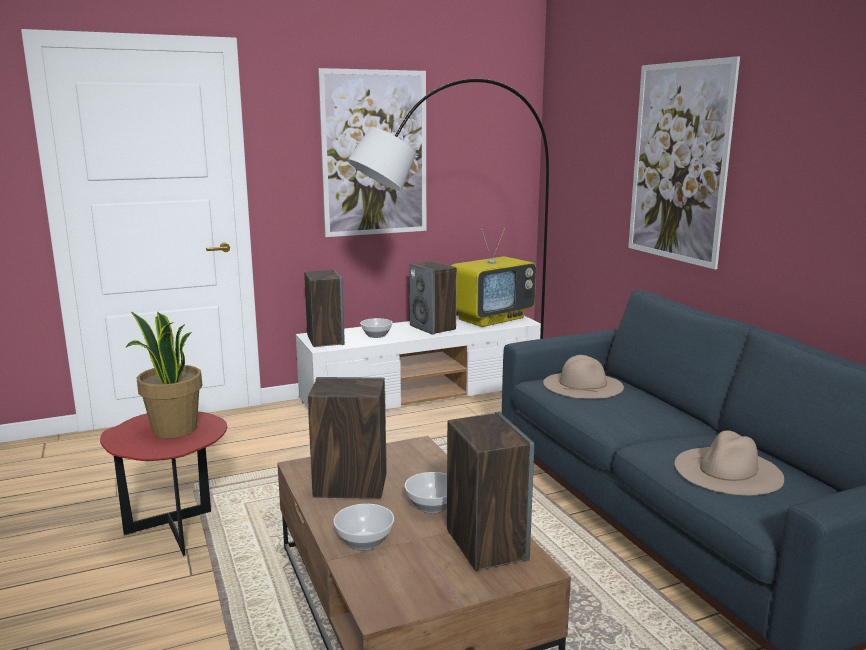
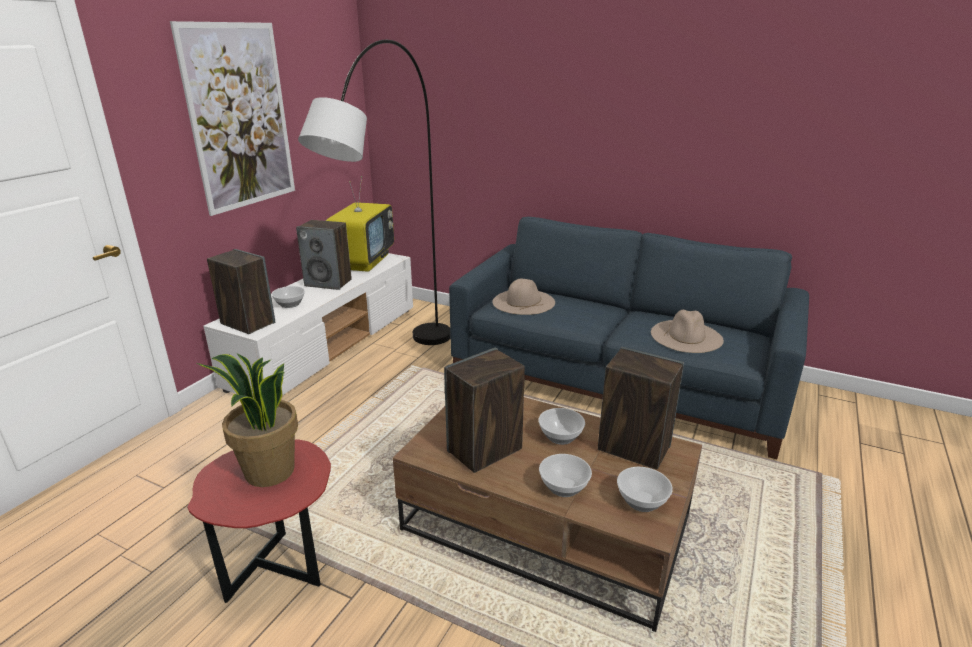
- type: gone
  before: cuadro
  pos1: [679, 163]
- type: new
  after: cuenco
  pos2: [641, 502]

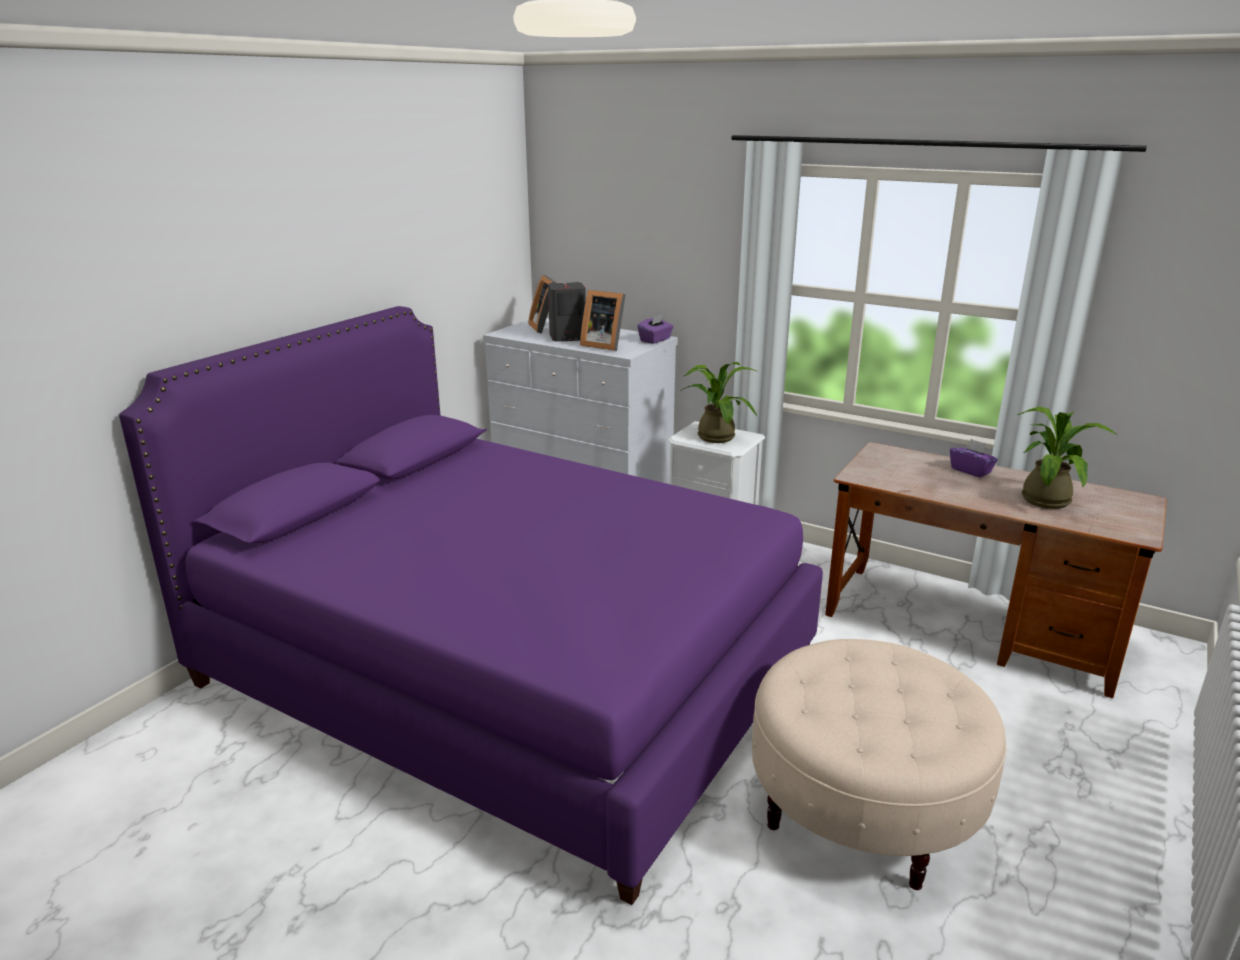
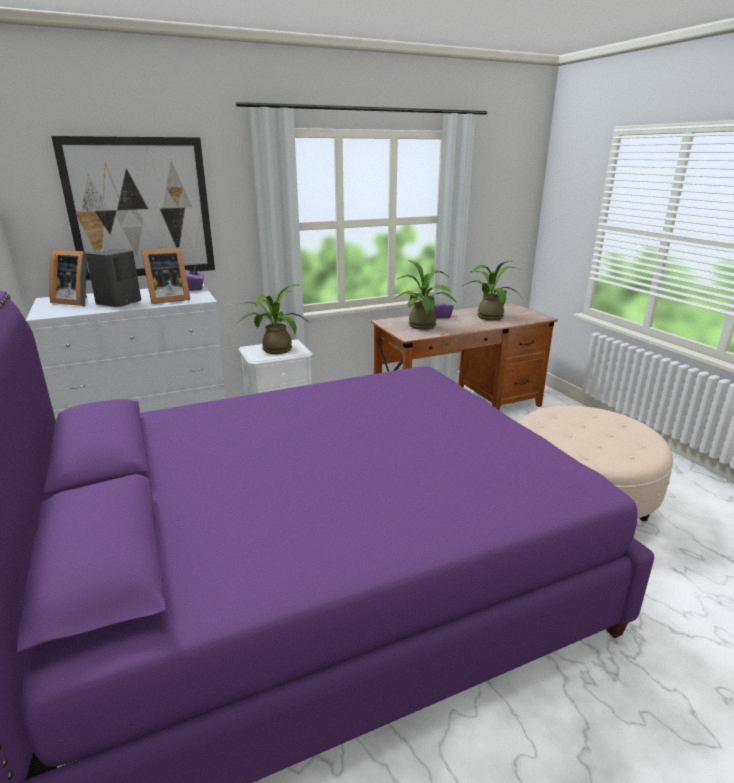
- type: new
  after: cuadro
  pos2: [140, 209]
- type: new
  after: planta en maceta
  pos2: [423, 327]

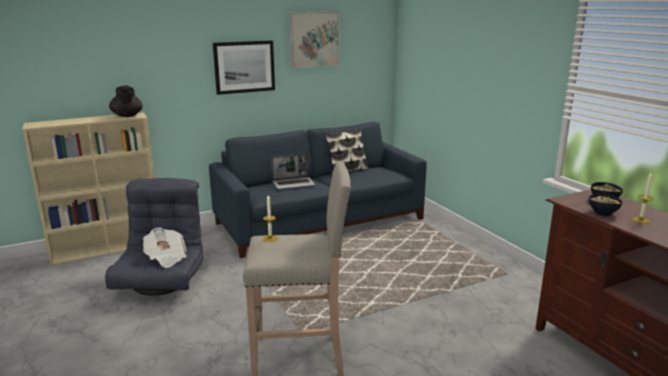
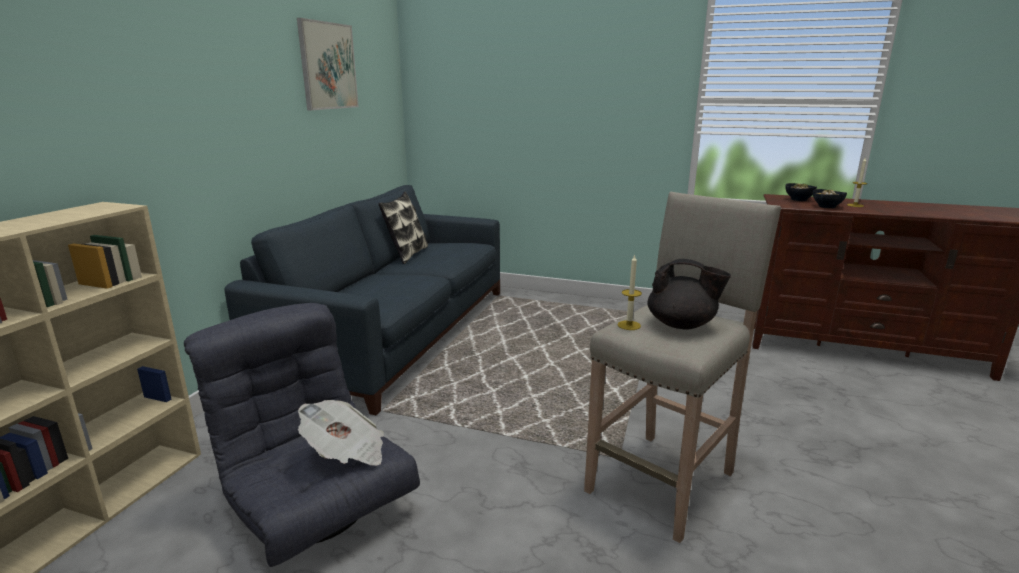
- type: shifted
  before: tetera [negro]
  pos1: [127, 116]
  pos2: [682, 325]
- type: gone
  before: cuadro
  pos1: [244, 67]
- type: gone
  before: portátil
  pos1: [294, 184]

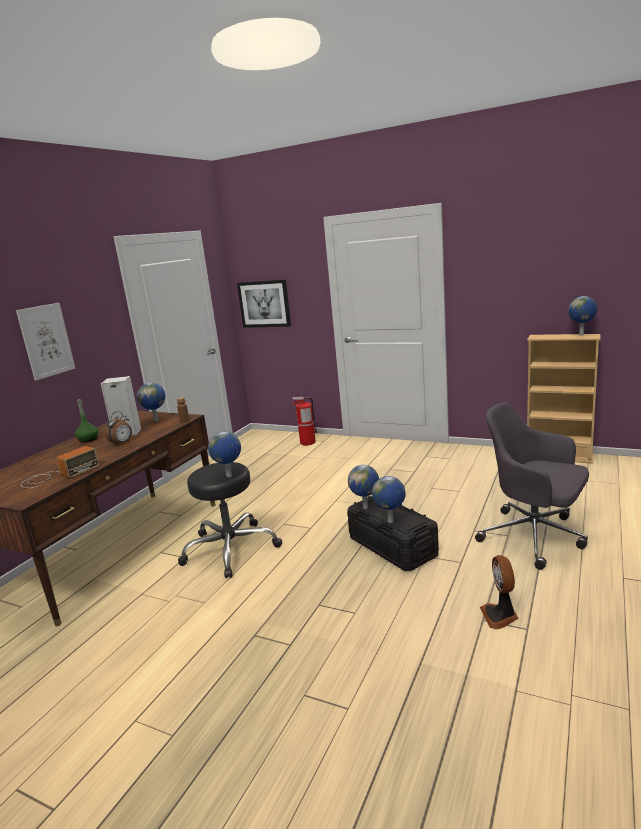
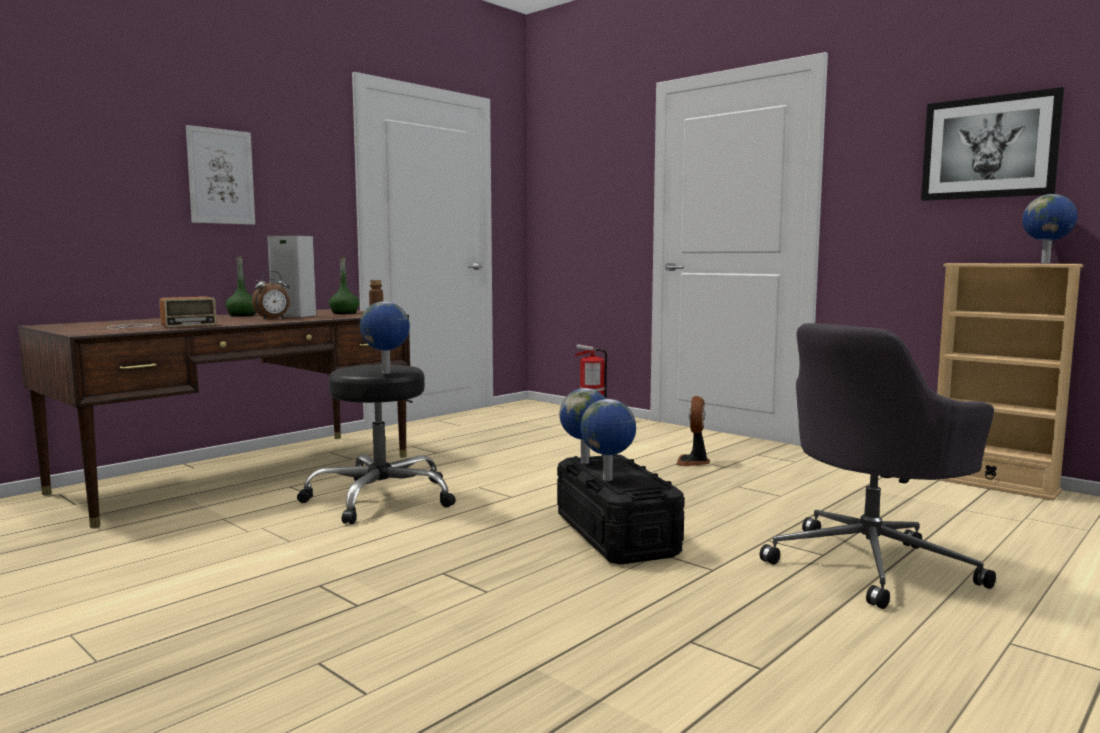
- type: swapped
  before: globo terráqueo
  after: botella [verde]
  pos1: [156, 420]
  pos2: [344, 313]
- type: shifted
  before: cuadro
  pos1: [264, 304]
  pos2: [989, 147]
- type: rotated
  before: silla de oficina [gris]
  pos1: [535, 537]
  pos2: [872, 564]
  turn: -90
- type: shifted
  before: ventilador
  pos1: [500, 616]
  pos2: [693, 462]

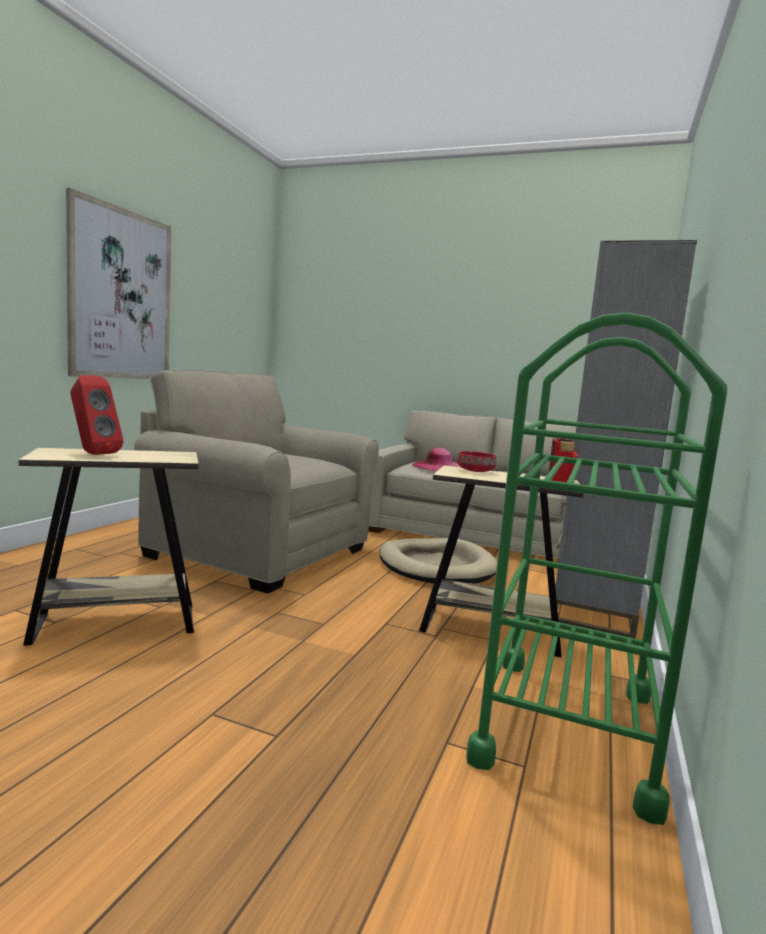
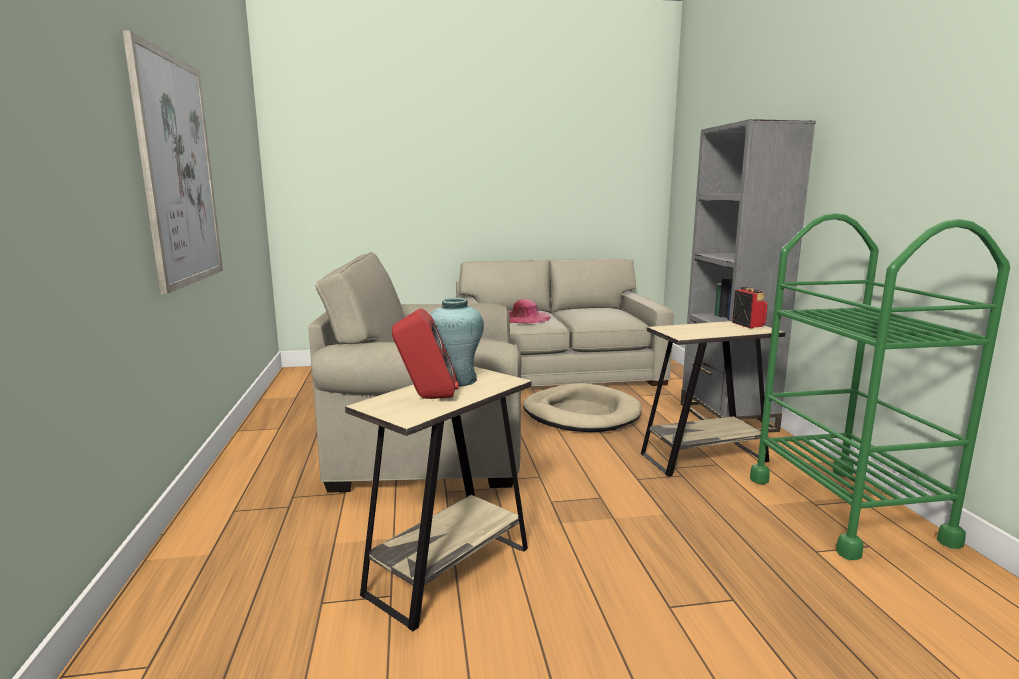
- type: gone
  before: cuenco [rojo]
  pos1: [475, 471]
- type: new
  after: florero [turquesa]
  pos2: [457, 380]

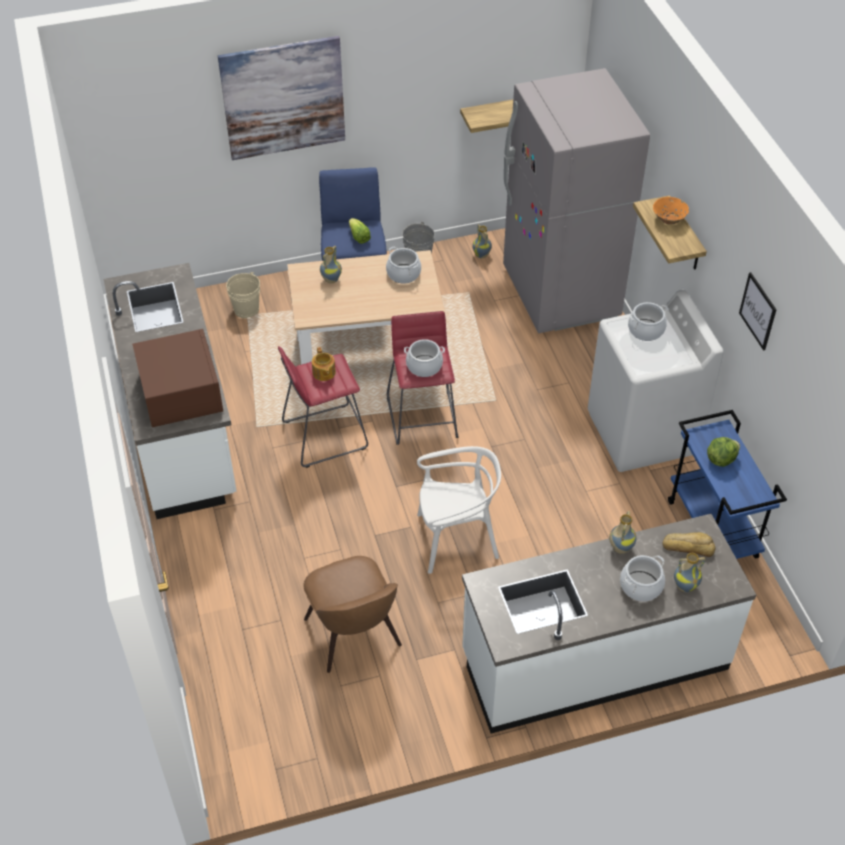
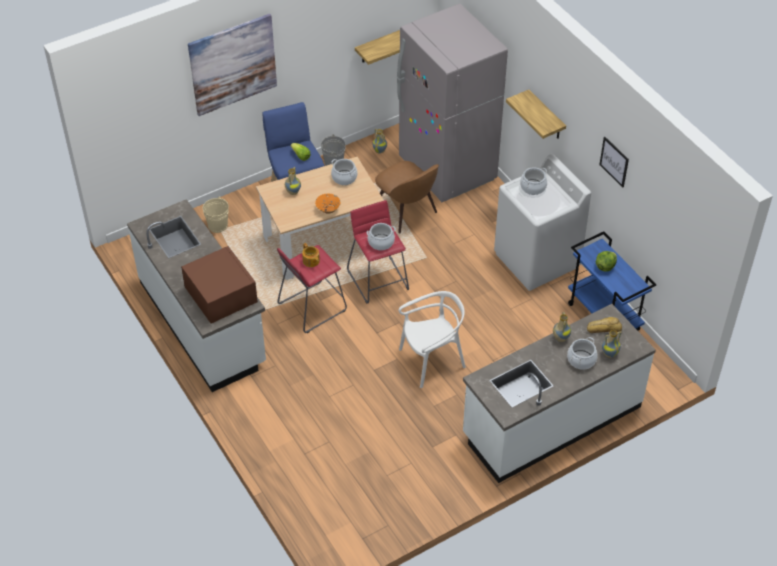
- type: shifted
  before: silla [marrón]
  pos1: [354, 635]
  pos2: [406, 212]
- type: shifted
  before: cuenco [naranja]
  pos1: [669, 219]
  pos2: [328, 209]

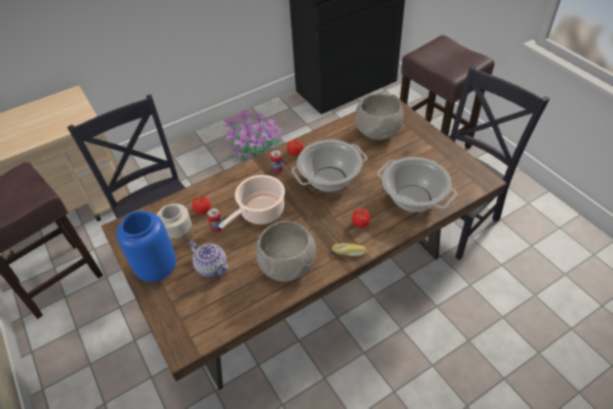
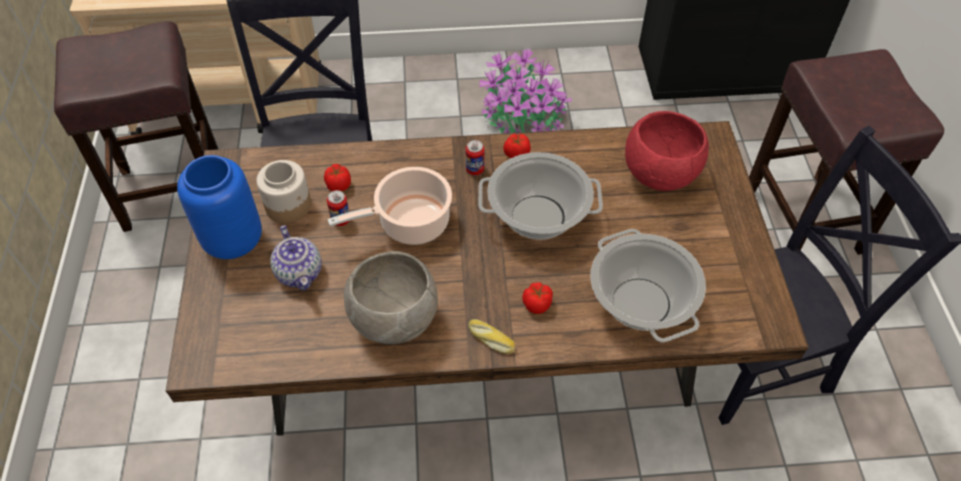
- type: repainted
  before: cuenco [gris]
  after: cuenco [rojo]
  pos1: [378, 132]
  pos2: [660, 175]

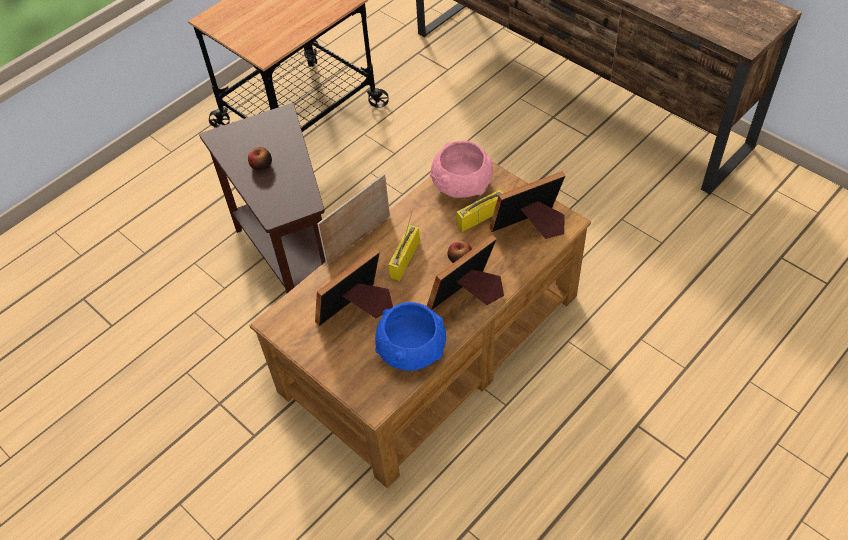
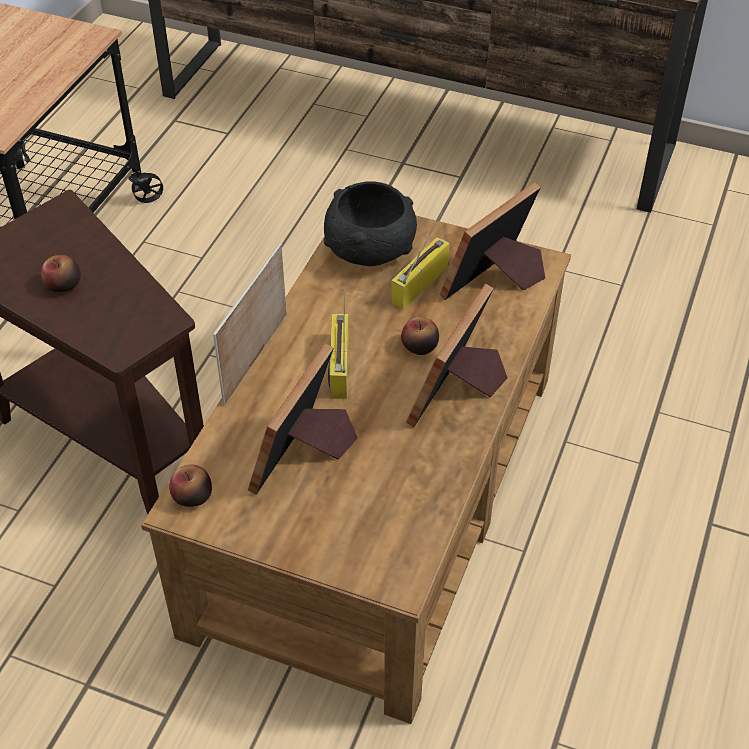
- type: gone
  before: cuenco [azul]
  pos1: [411, 349]
- type: repainted
  before: cuenco [rosa]
  after: cuenco [negro]
  pos1: [462, 184]
  pos2: [370, 248]
- type: new
  after: manzana
  pos2: [192, 496]

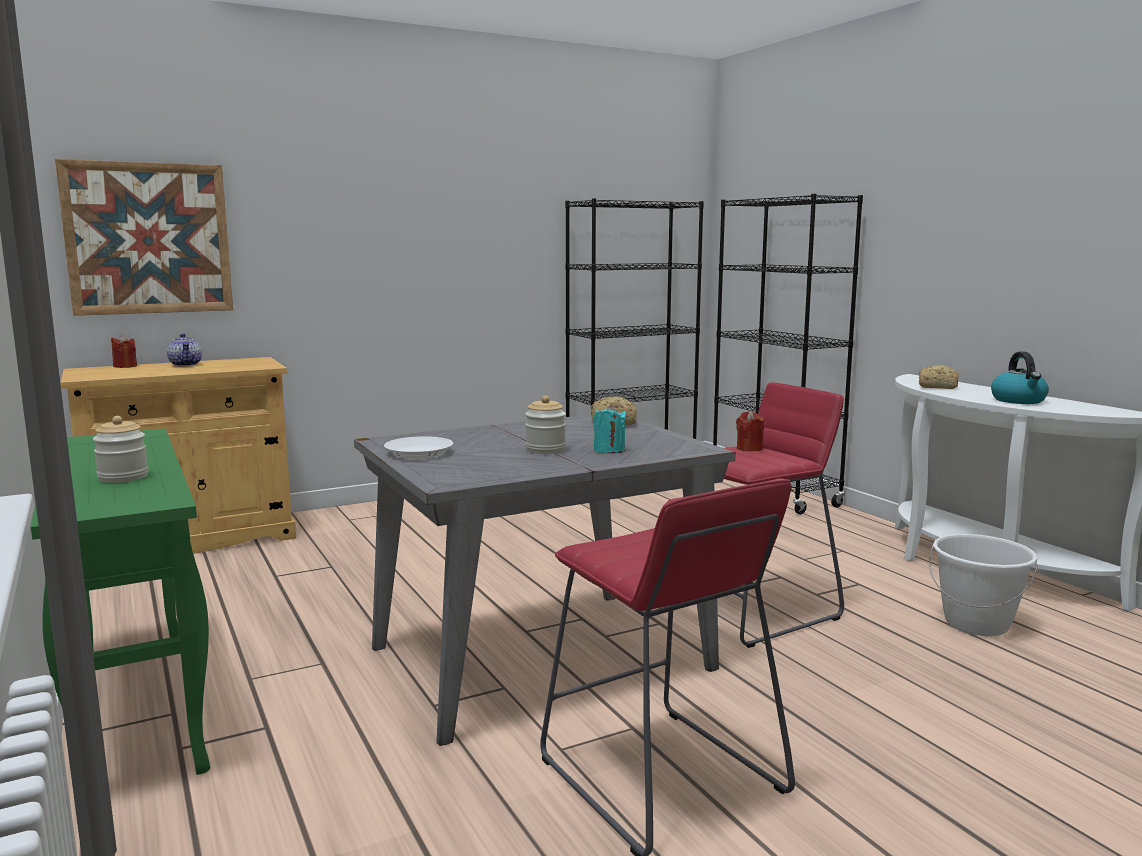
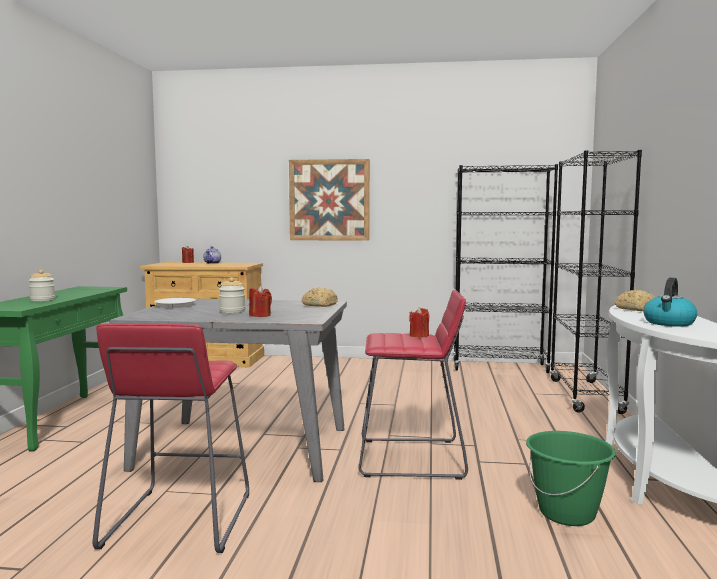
- type: shifted
  before: cuadro
  pos1: [148, 238]
  pos2: [329, 200]
- type: repainted
  before: vela [turquesa]
  after: vela [rojo]
  pos1: [609, 450]
  pos2: [260, 315]
- type: repainted
  before: cubo [blanco]
  after: cubo [verde]
  pos1: [976, 624]
  pos2: [567, 513]

